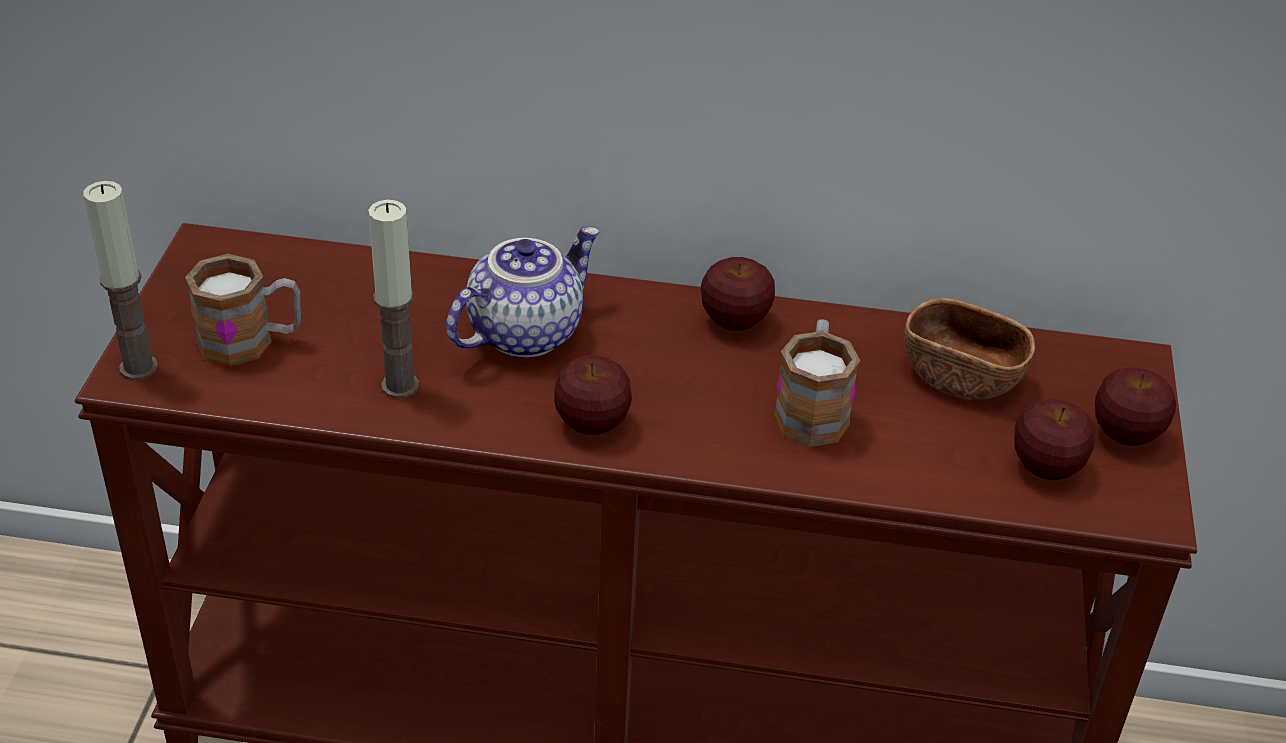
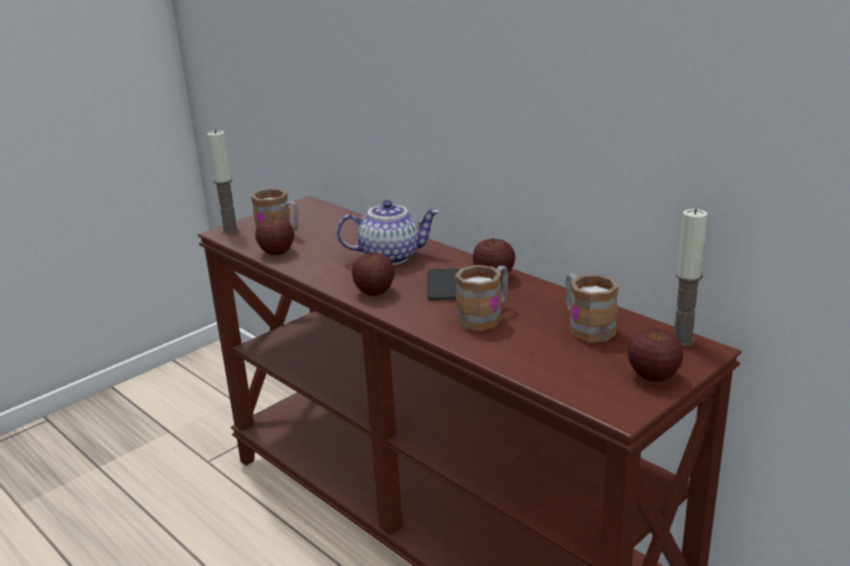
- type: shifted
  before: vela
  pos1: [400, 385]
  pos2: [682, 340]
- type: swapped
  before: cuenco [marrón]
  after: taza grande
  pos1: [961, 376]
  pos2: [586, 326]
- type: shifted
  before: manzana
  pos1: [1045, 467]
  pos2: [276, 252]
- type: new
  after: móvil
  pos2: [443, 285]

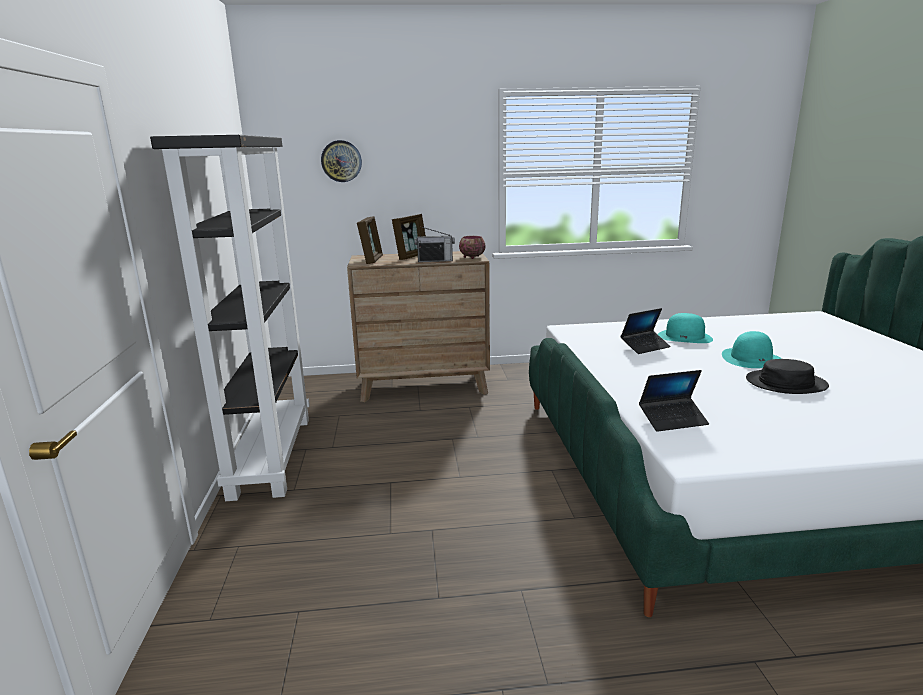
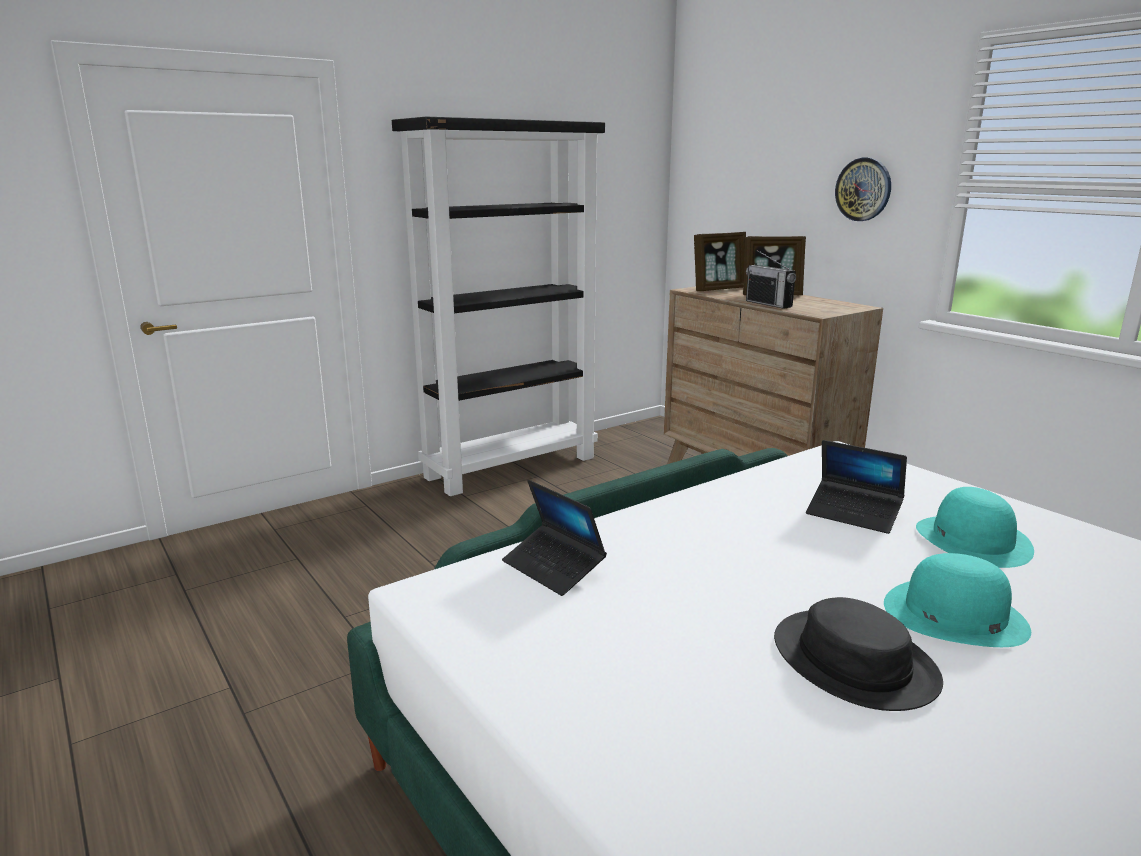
- type: shifted
  before: reloj de pared
  pos1: [341, 161]
  pos2: [863, 189]
- type: gone
  before: cuenco
  pos1: [471, 257]

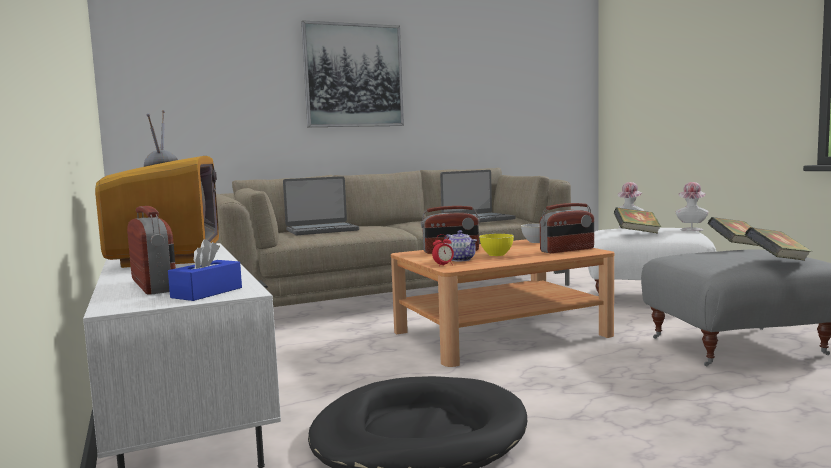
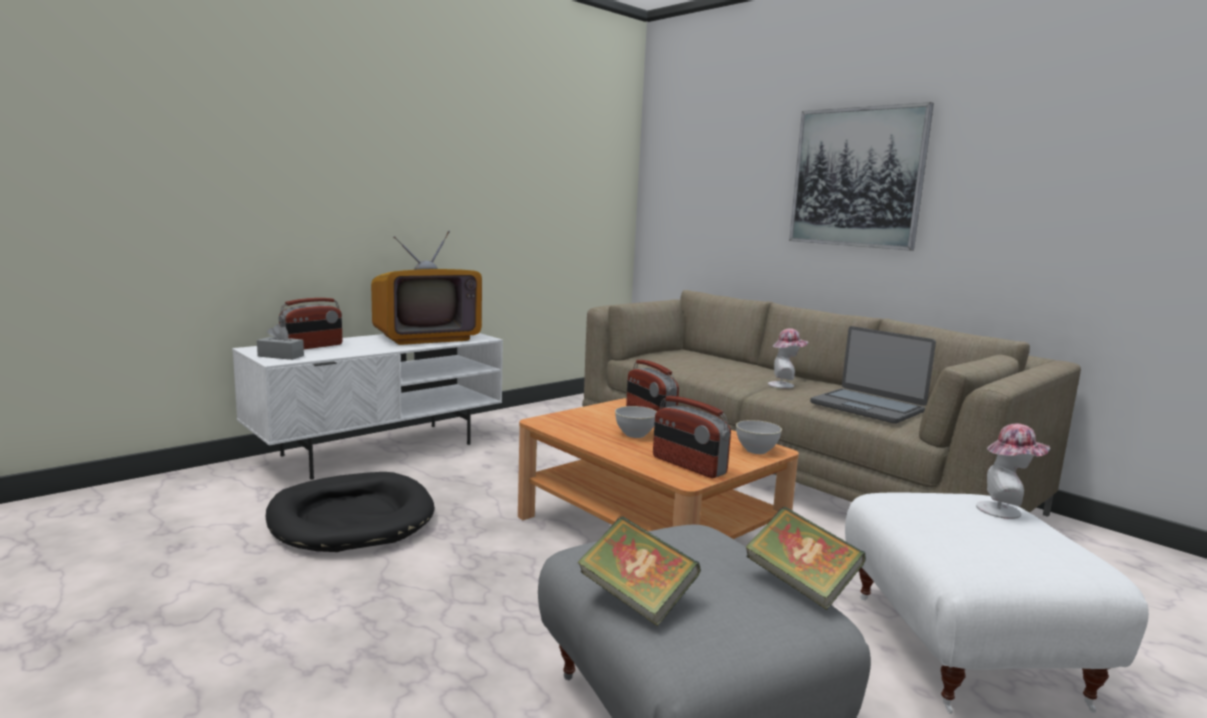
- type: repainted
  before: caja de pañuelos [azul]
  after: caja de pañuelos [gris]
  pos1: [207, 292]
  pos2: [281, 356]
- type: gone
  before: portátil
  pos1: [322, 230]
- type: gone
  before: despertador
  pos1: [443, 265]
- type: gone
  before: tetera
  pos1: [461, 259]
- type: repainted
  before: cuenco [amarillo]
  after: cuenco [gris]
  pos1: [496, 254]
  pos2: [635, 434]
- type: gone
  before: libro
  pos1: [637, 233]
- type: shifted
  before: sombrero
  pos1: [691, 229]
  pos2: [784, 385]

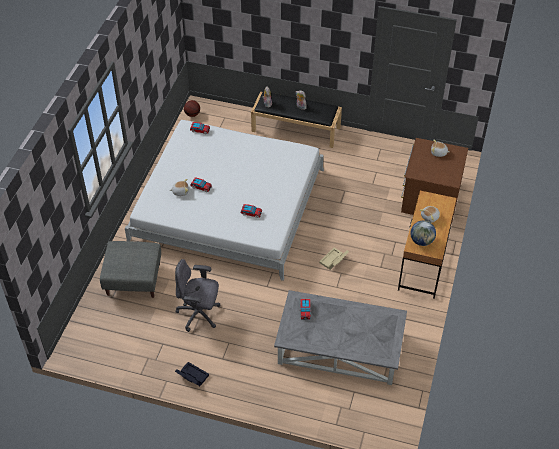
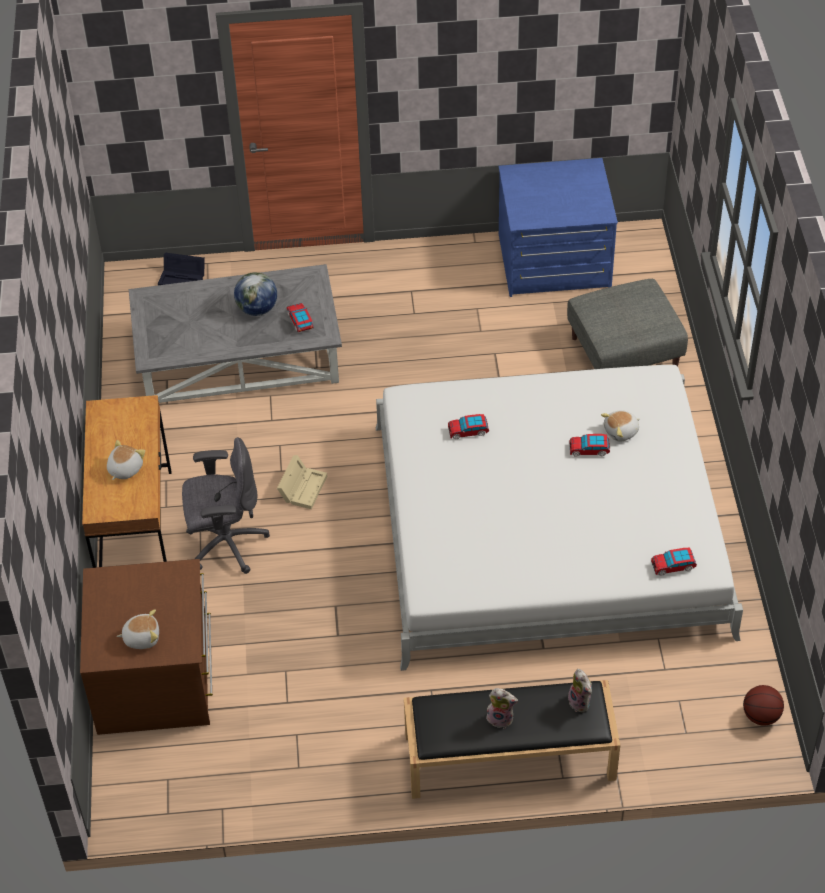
- type: shifted
  before: silla de oficina [gris]
  pos1: [199, 314]
  pos2: [225, 544]
- type: shifted
  before: caja de almacenaje [negro]
  pos1: [191, 376]
  pos2: [183, 278]
- type: shifted
  before: globo terráqueo
  pos1: [421, 241]
  pos2: [257, 309]
- type: new
  after: cómoda [azul]
  pos2: [554, 262]

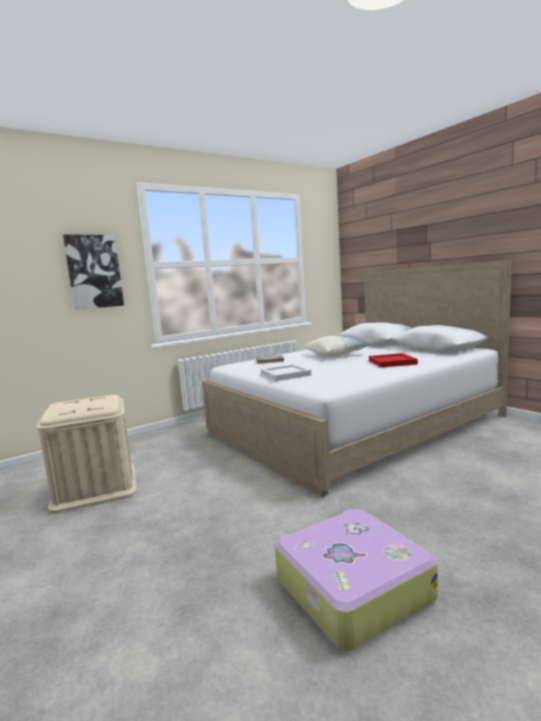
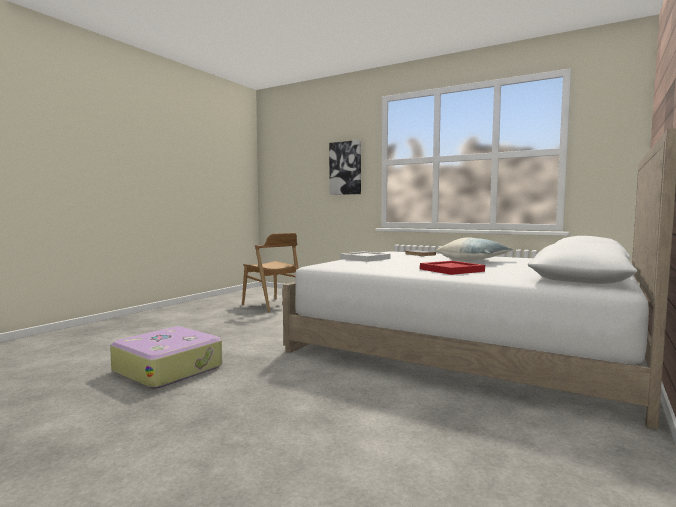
- type: swapped
  before: caja de almacenaje [beis]
  after: silla [marrón]
  pos1: [95, 487]
  pos2: [272, 305]

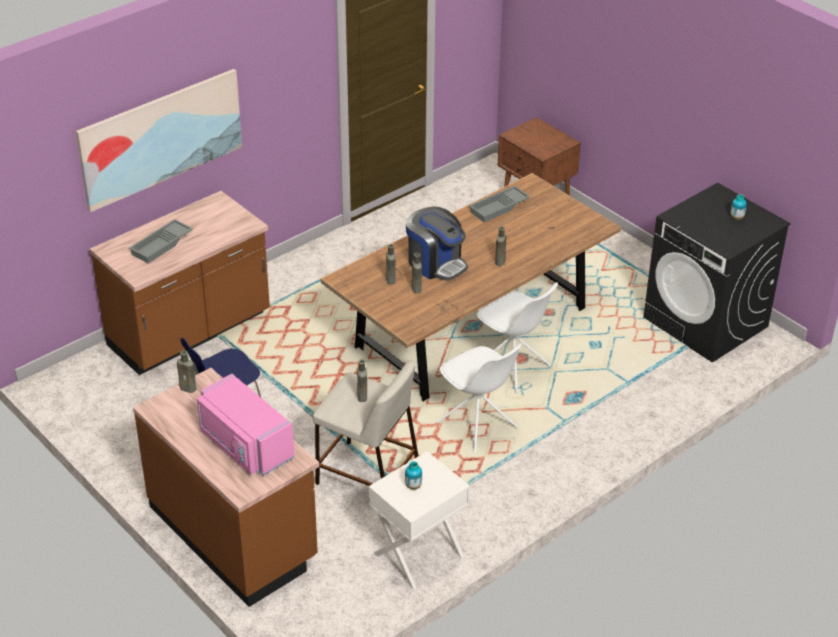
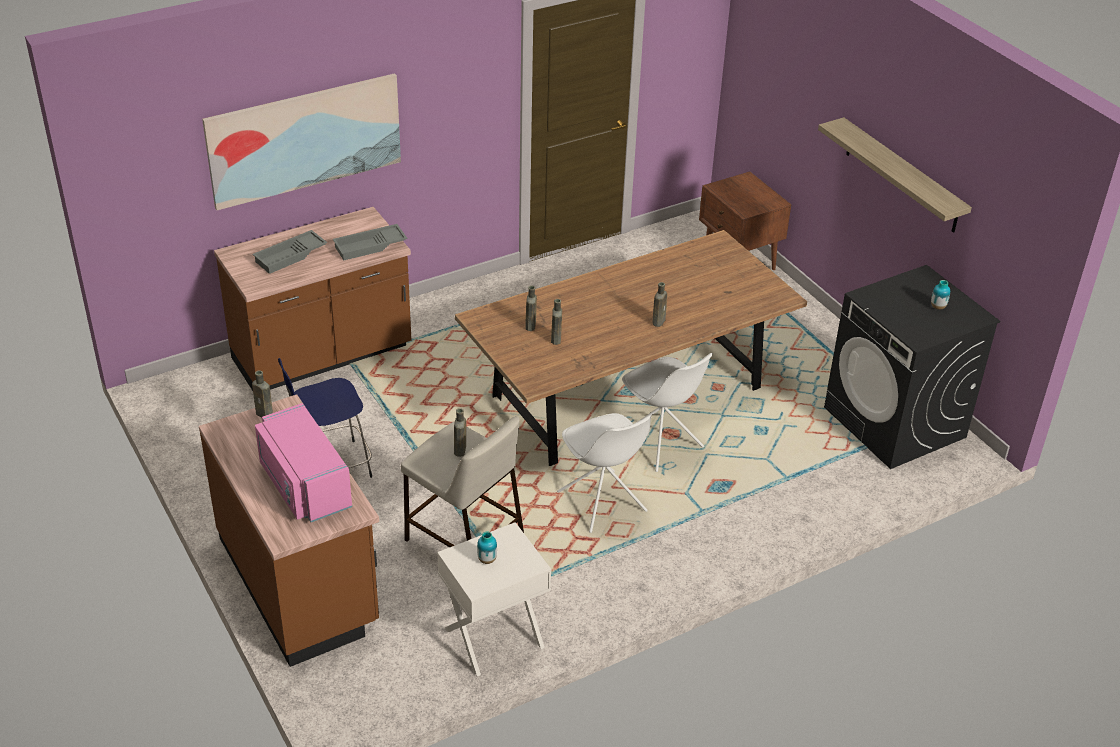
- type: gone
  before: cafetera
  pos1: [436, 263]
- type: shifted
  before: bandeja [gris]
  pos1: [499, 208]
  pos2: [370, 247]
- type: new
  after: estante
  pos2: [902, 176]

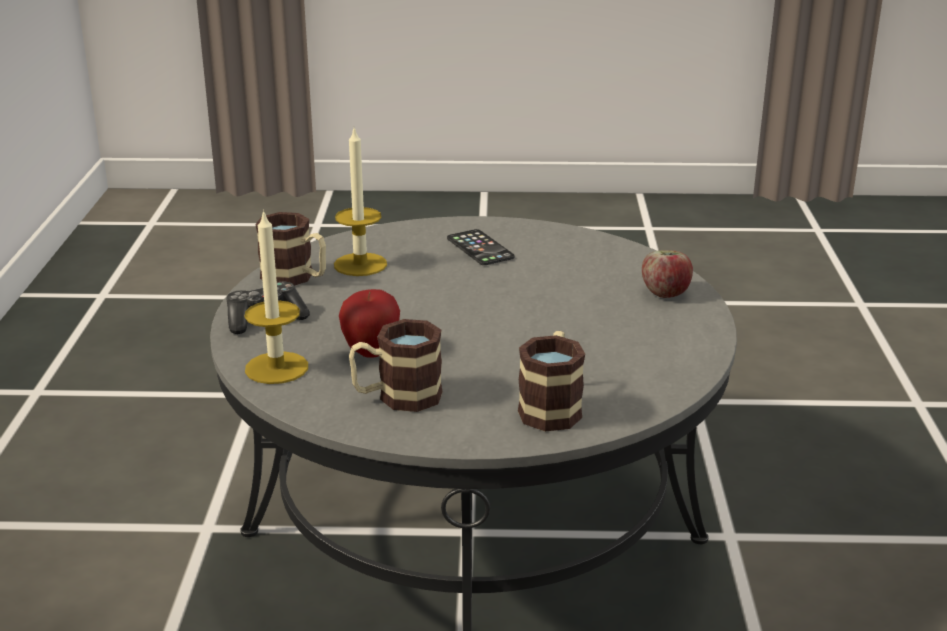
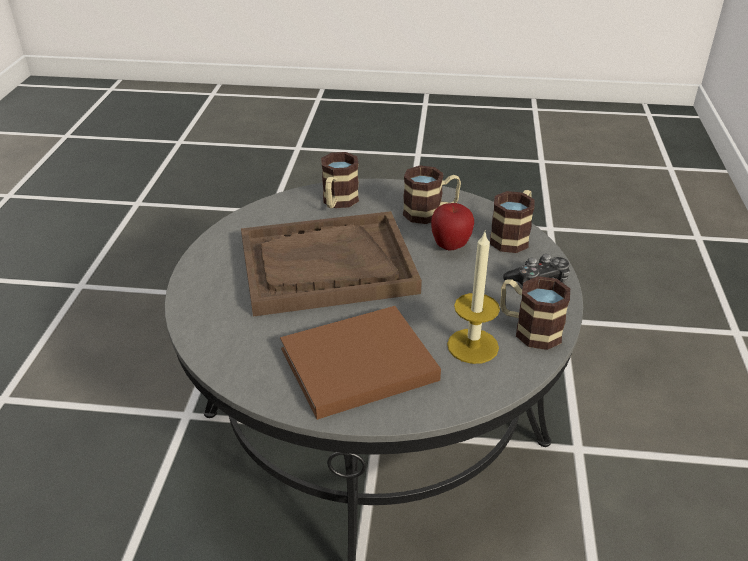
- type: swapped
  before: vela
  after: taza grande
  pos1: [276, 368]
  pos2: [513, 237]
- type: swapped
  before: móvil
  after: libro [marrón]
  pos1: [480, 248]
  pos2: [354, 365]
- type: gone
  before: manzana
  pos1: [666, 293]
- type: new
  after: bandeja [marrón]
  pos2: [327, 266]

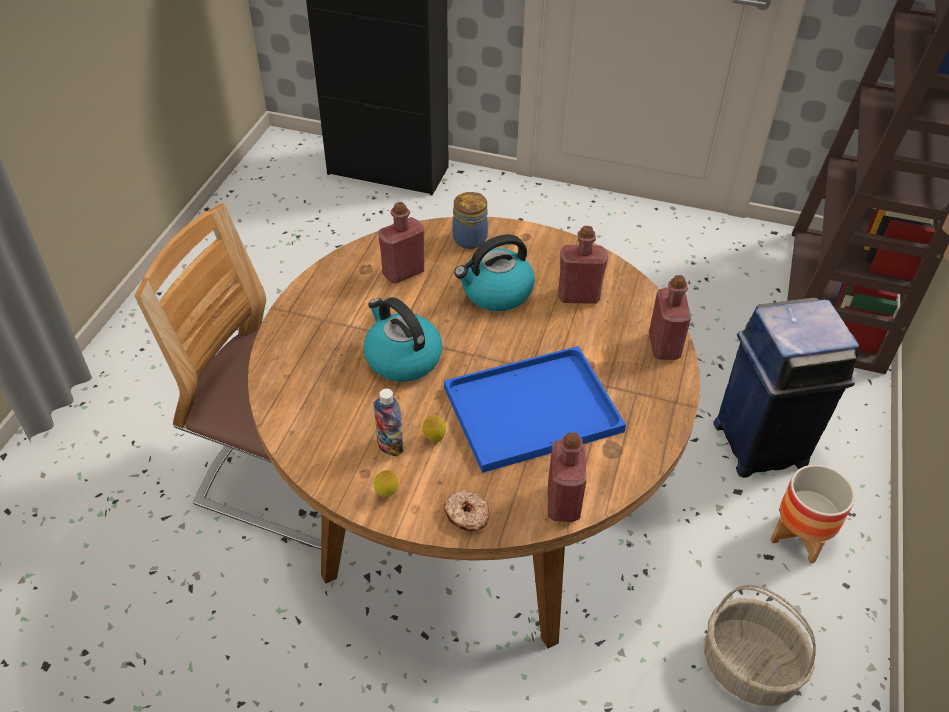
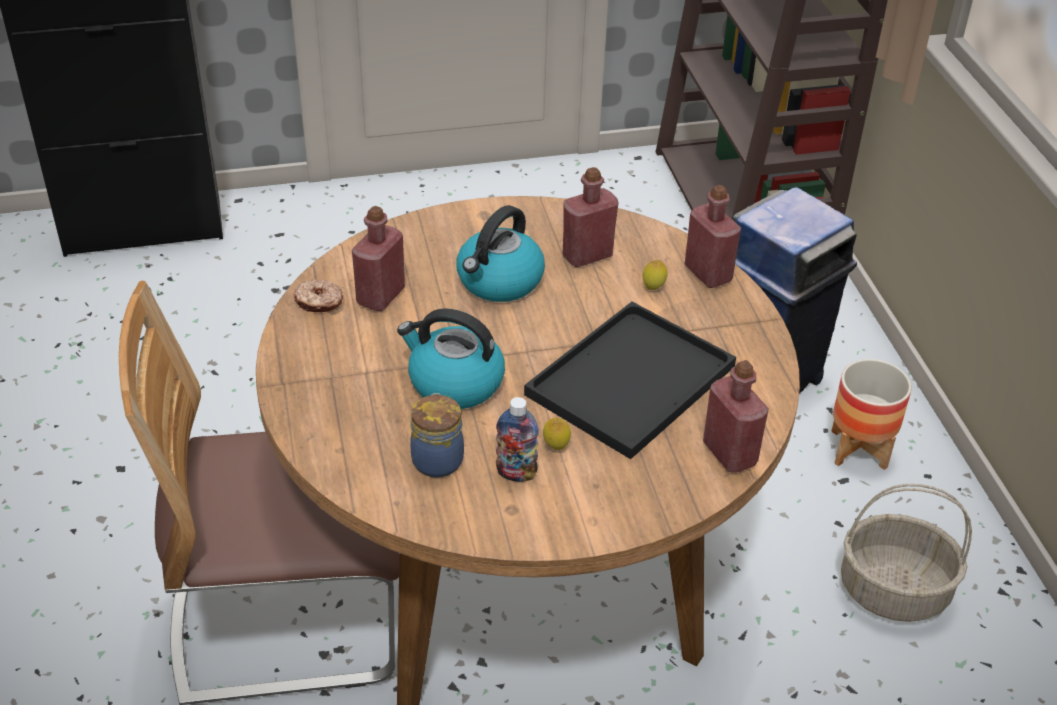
- type: shifted
  before: limón
  pos1: [387, 494]
  pos2: [653, 288]
- type: repainted
  before: bandeja [azul]
  after: bandeja [negro]
  pos1: [534, 407]
  pos2: [631, 378]
- type: shifted
  before: rosquilla
  pos1: [466, 516]
  pos2: [319, 302]
- type: shifted
  before: tarro
  pos1: [470, 238]
  pos2: [437, 459]

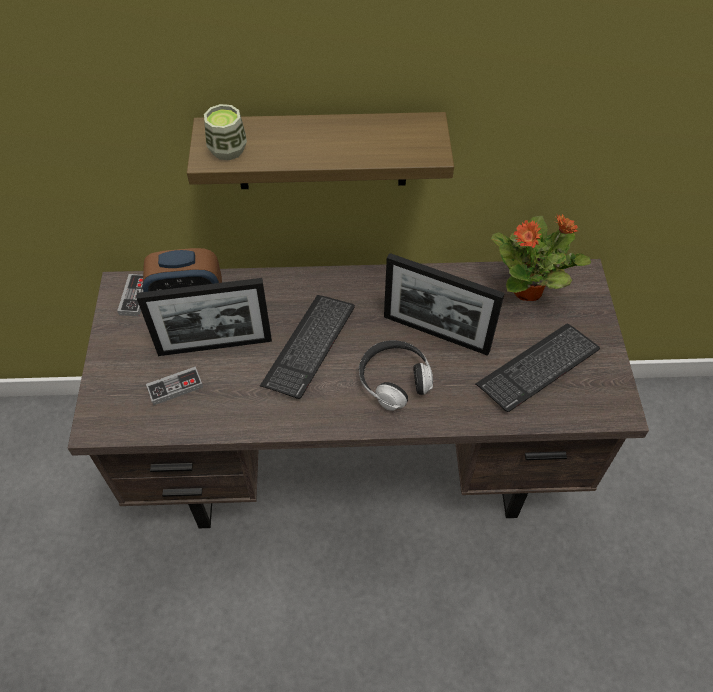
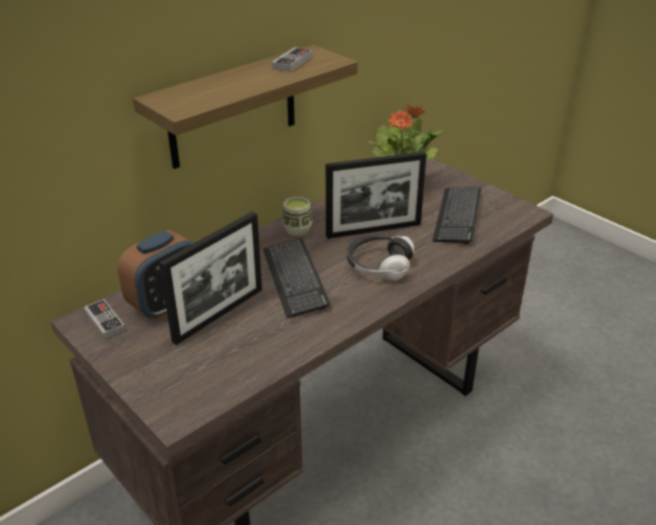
- type: shifted
  before: mando de consola
  pos1: [175, 387]
  pos2: [292, 62]
- type: shifted
  before: taza
  pos1: [227, 149]
  pos2: [297, 229]

